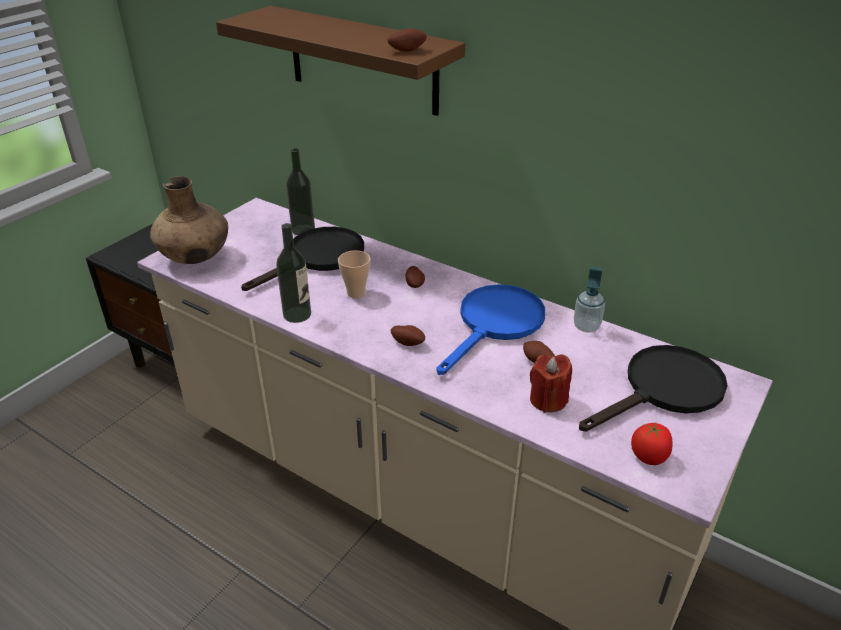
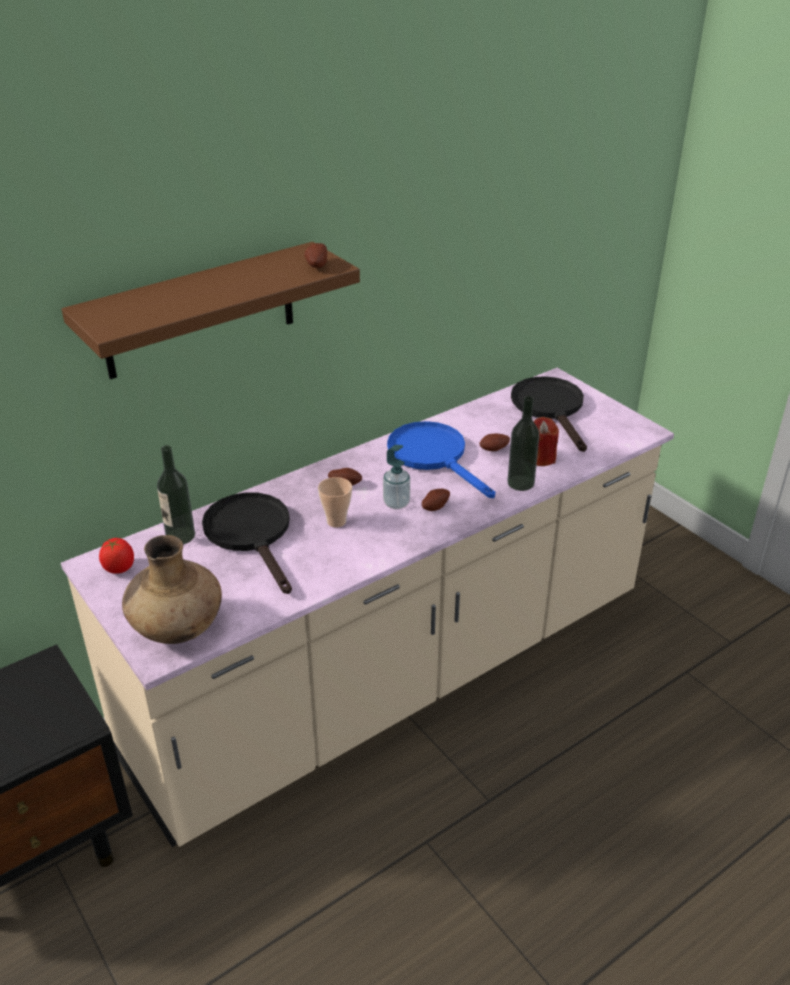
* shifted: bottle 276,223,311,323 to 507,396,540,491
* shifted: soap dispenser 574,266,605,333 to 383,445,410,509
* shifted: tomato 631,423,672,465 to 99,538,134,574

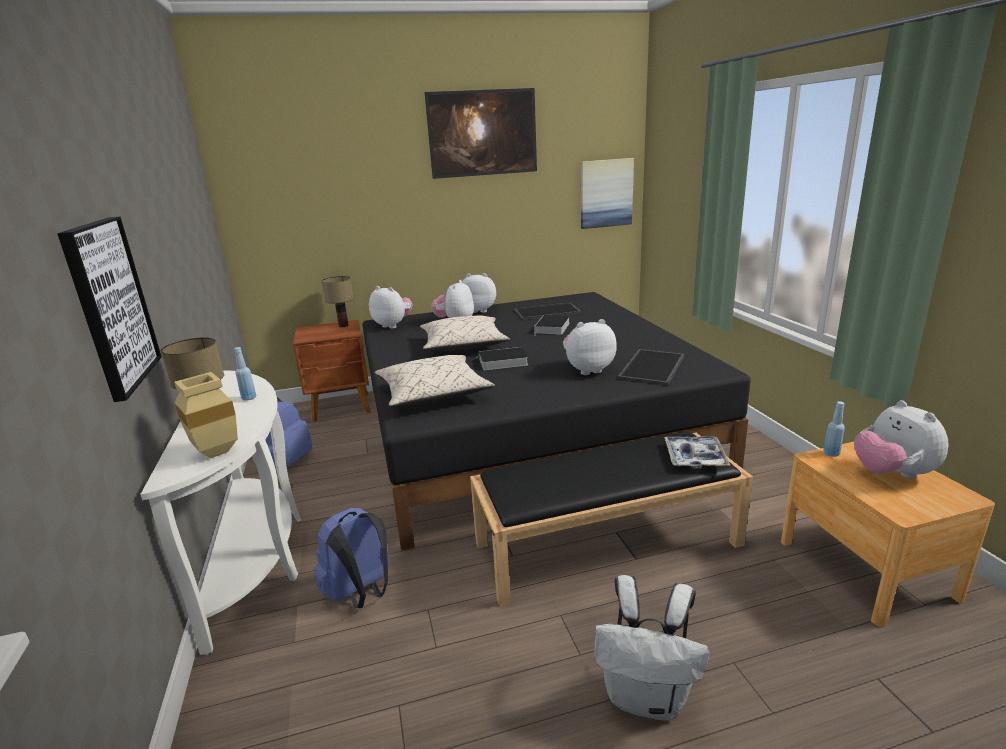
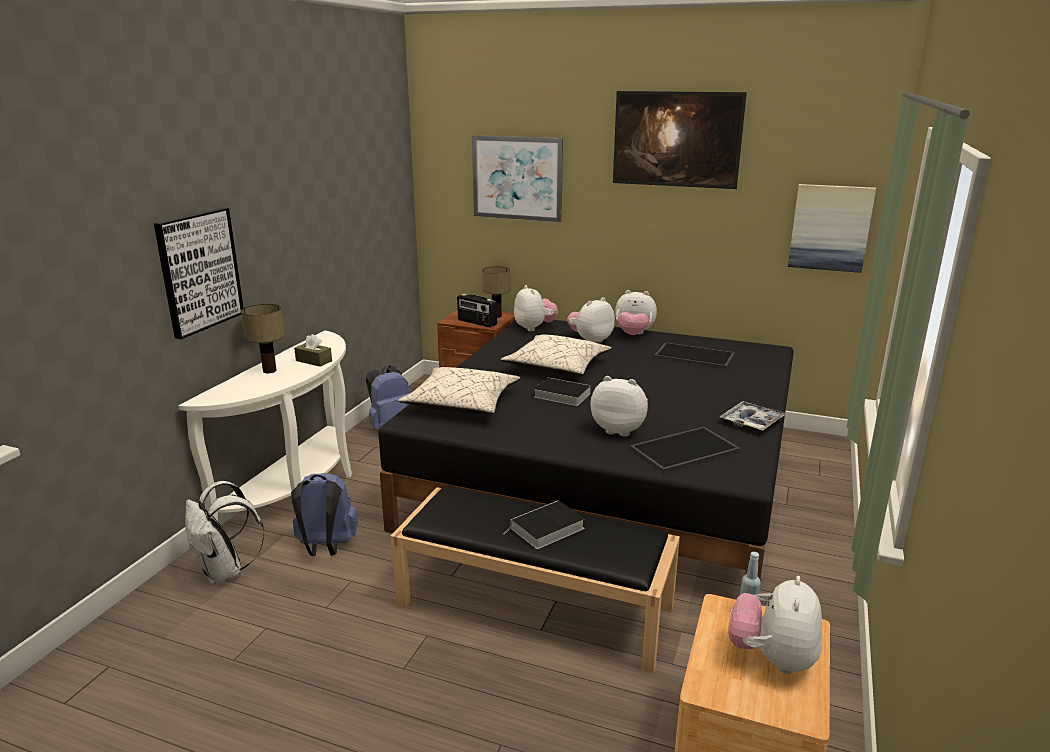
* gone: beige vase 174,372,238,458
* new: radio 457,294,497,328
* new: picture 472,135,563,222
* shifted: book 534,315,570,335 to 503,500,585,549
* shifted: white backpack 594,575,709,721 to 185,481,265,585
* shifted: tray 664,436,730,469 to 720,401,786,431
* swapped: blue bottle 234,347,256,401 to brown tissue box 294,334,332,367
* rotated: plush toy 462,273,496,313 = 615,290,657,335 150 degrees clockwise

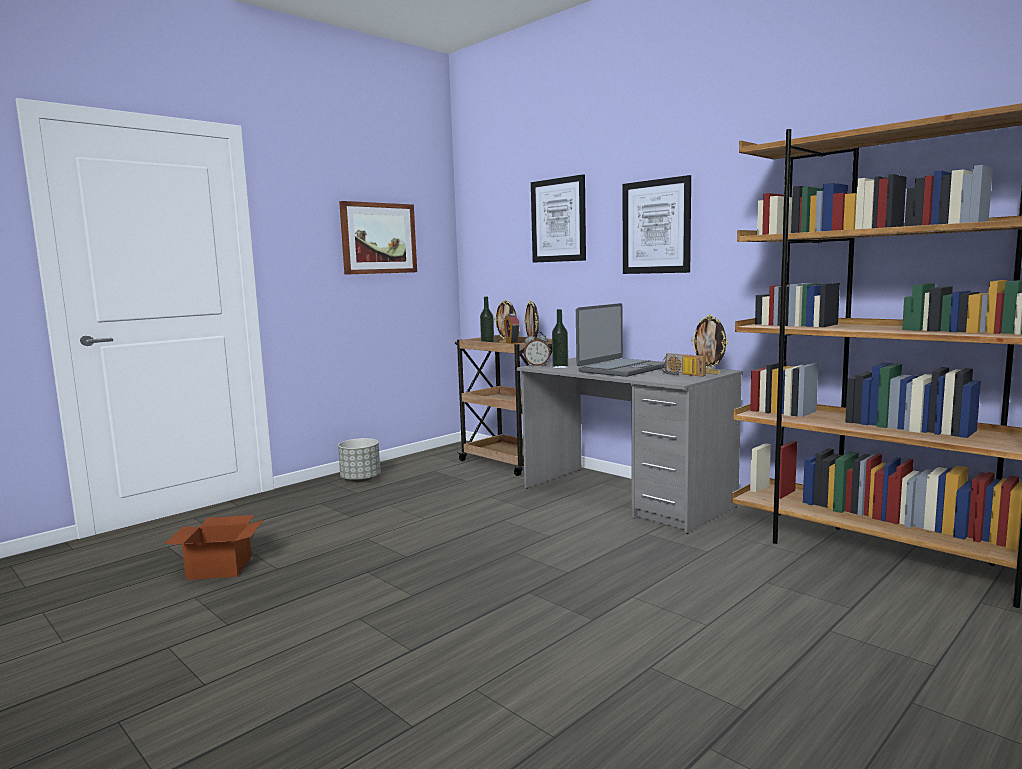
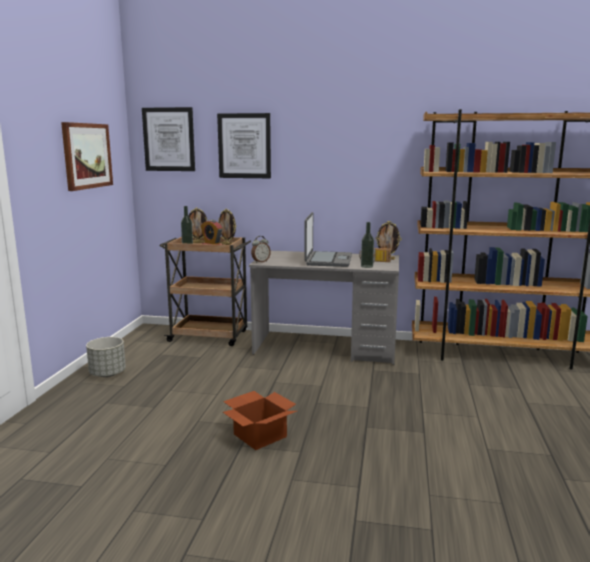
* shifted: cardboard box 165,515,263,580 to 223,391,297,450
* shifted: bottle 552,309,568,368 to 361,222,374,268
* shifted: picture 622,175,691,274 to 142,107,195,171

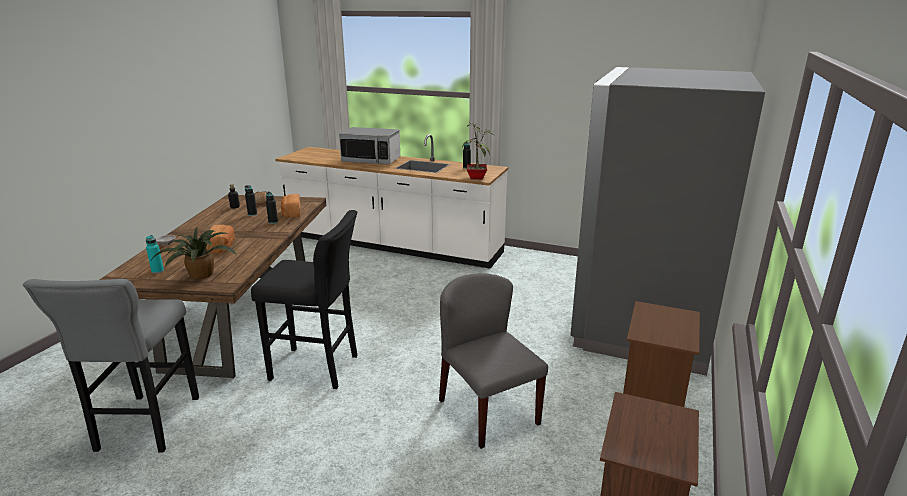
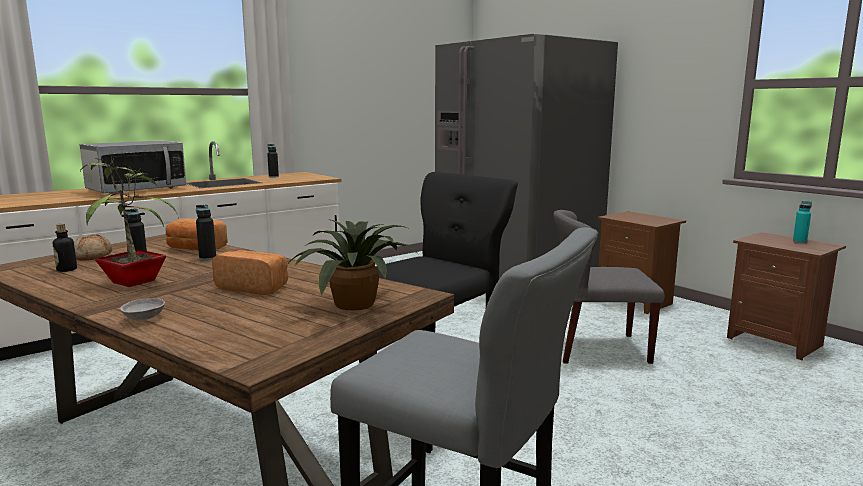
* shifted: turquoise bottle 146,235,164,274 to 793,201,812,243
* shifted: potted plant 462,123,495,179 to 80,156,179,287

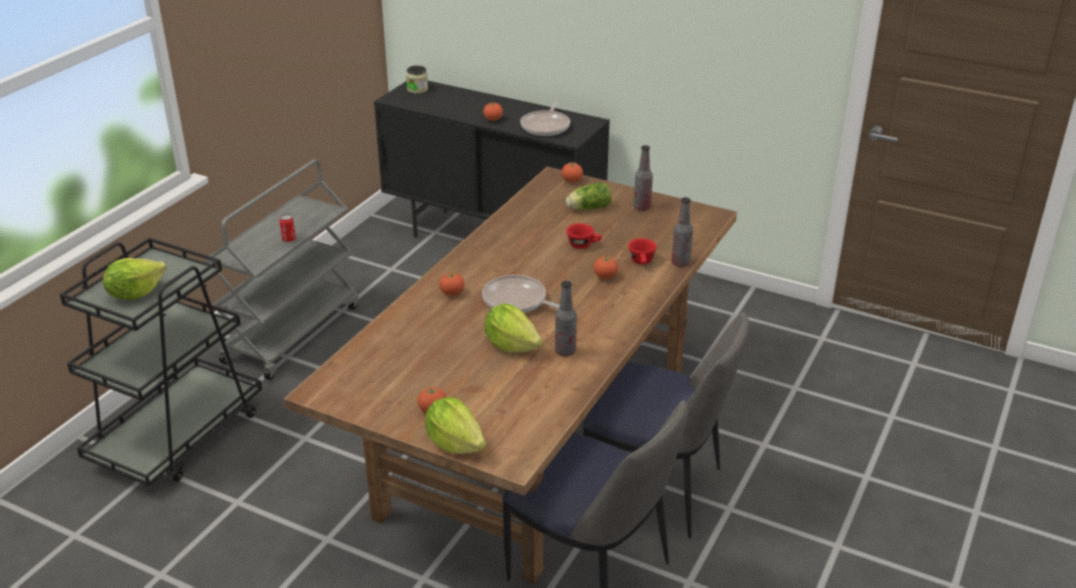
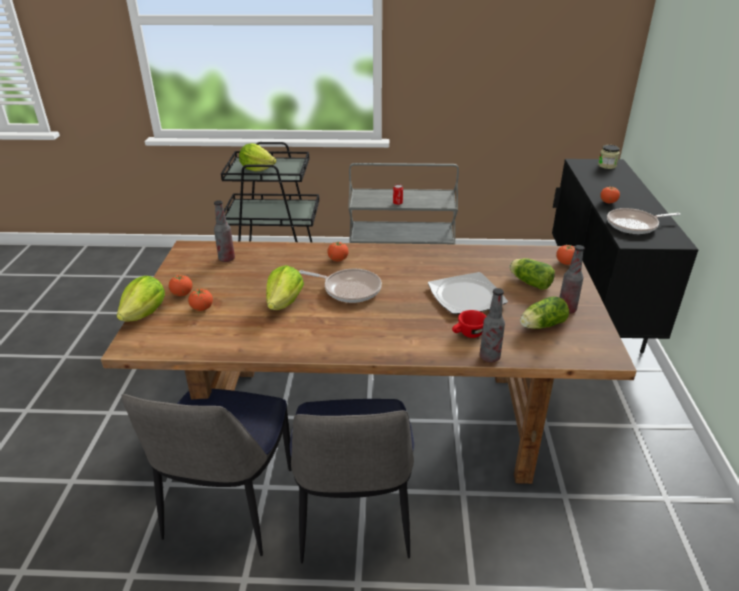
* new: lettuce 520,296,569,329
* shifted: bottle 555,281,577,356 to 214,200,235,262
* shifted: tomato 594,255,618,279 to 188,289,213,311
* swapped: red cup 567,223,602,249 to plate 428,272,508,314
* rotated: frying pan 482,275,560,313 = 299,269,382,303 105 degrees clockwise

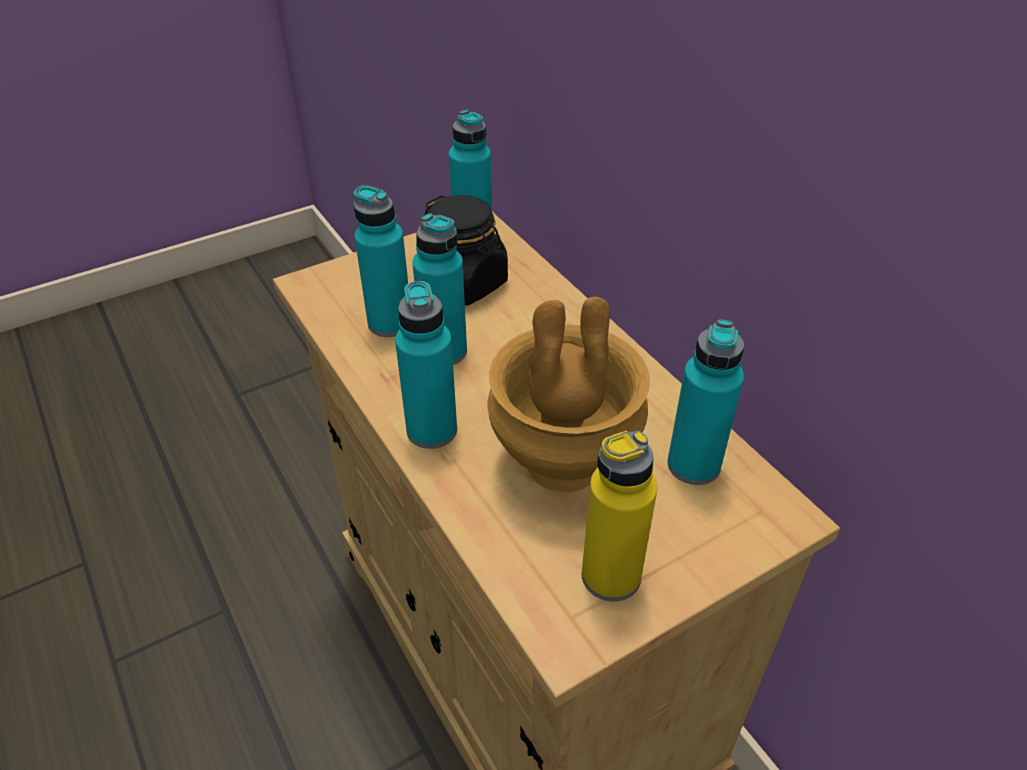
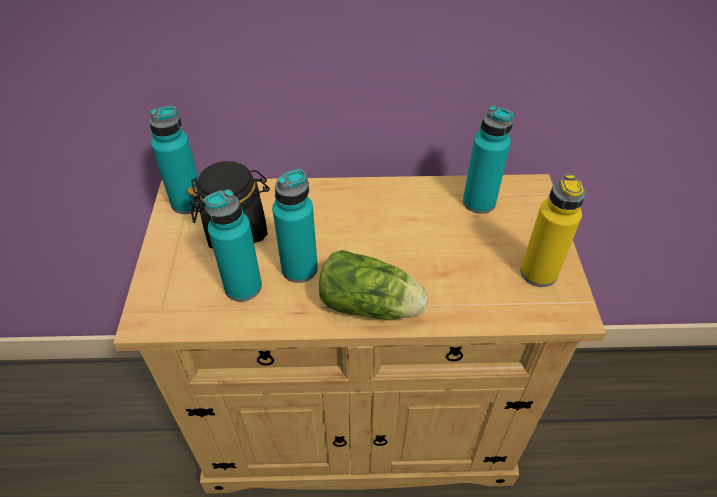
* gone: brown vase 487,296,650,492
* swapped: turquoise bottle 395,281,457,449 to lettuce 319,250,428,320

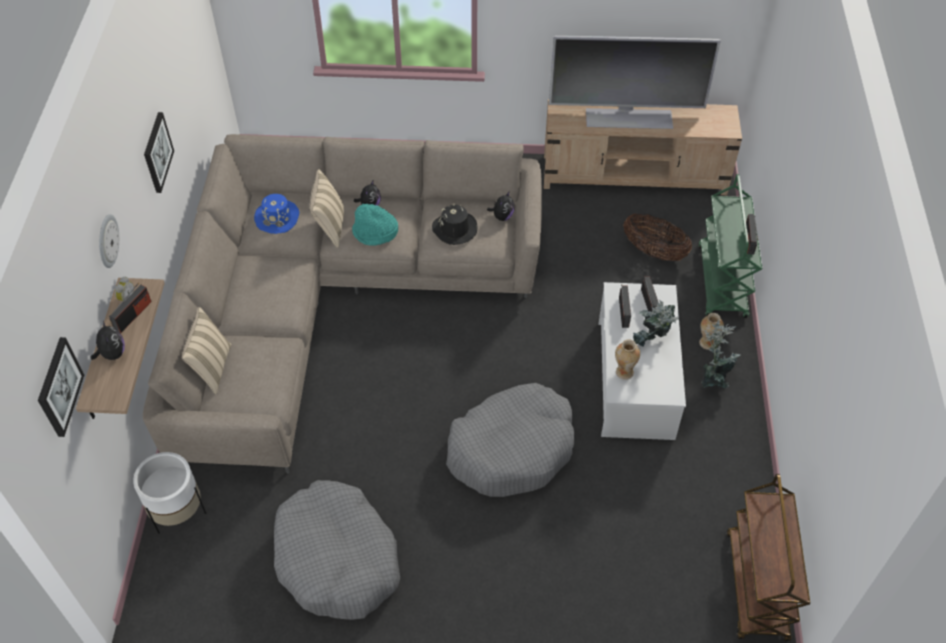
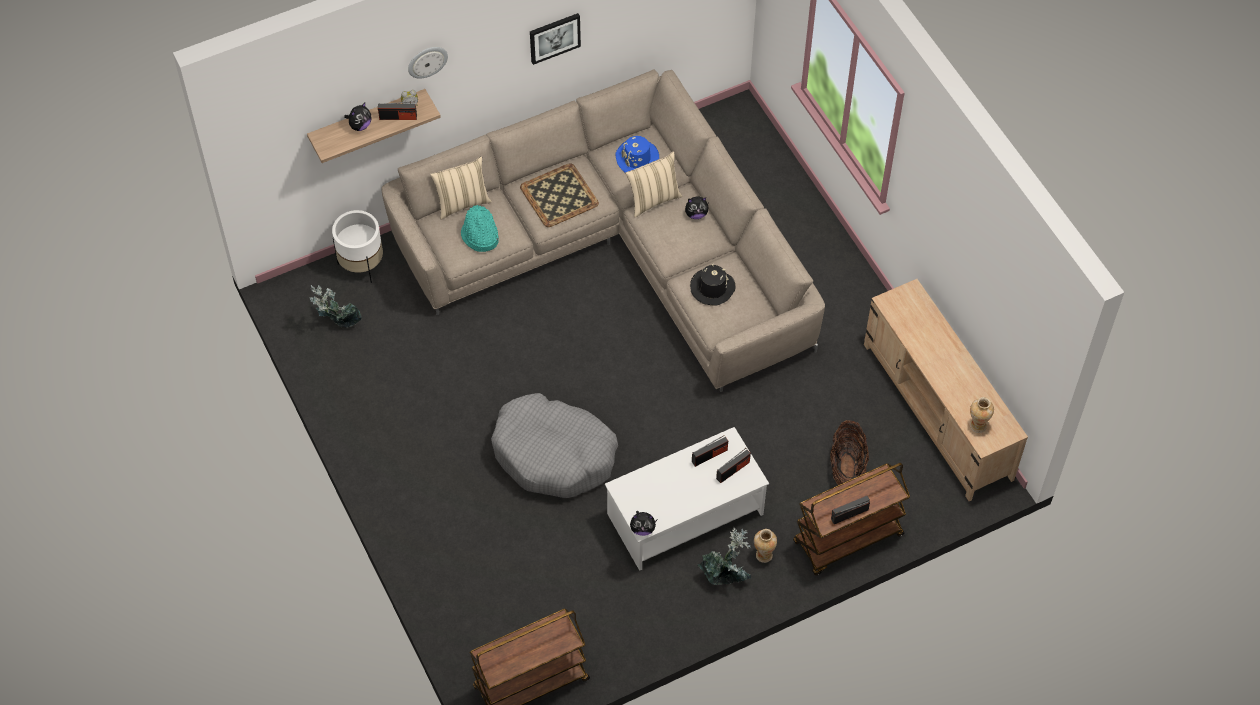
* gone: picture 38,337,84,437
* gone: grey dog bed 274,480,400,620
* gone: television 549,35,721,129
* new: tray 520,163,599,227
* shifted: turquoise hat 352,203,398,246 to 461,205,499,252
* shifted: plush toy 487,192,514,221 to 630,511,658,536
* shifted: vase 615,340,640,380 to 970,397,994,433
* shifted: potted plant 633,300,679,347 to 309,285,362,328
* repainted: green cart 698,174,762,318 to brown cart 793,463,910,576

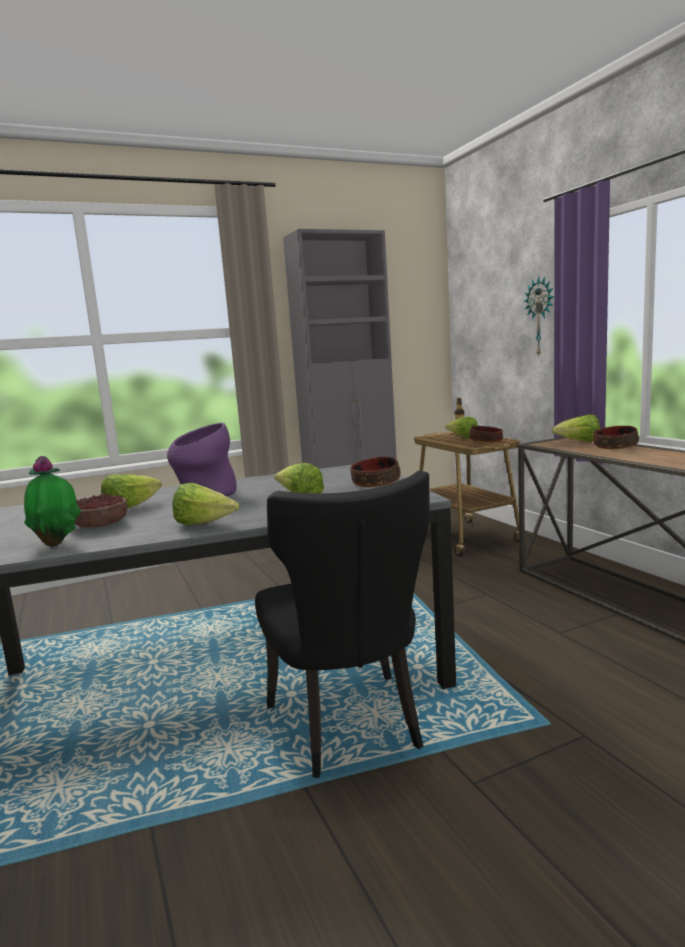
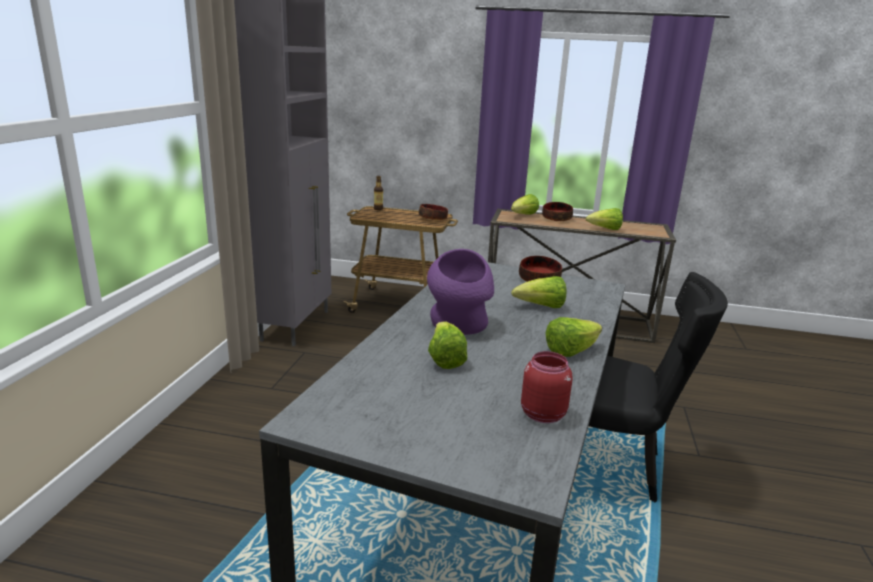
* gone: bowl 74,494,127,528
* gone: wall clock 524,276,554,357
* shifted: lettuce 445,417,478,439 to 586,208,623,230
* swapped: potted plant 24,456,81,547 to red jar 521,351,572,423

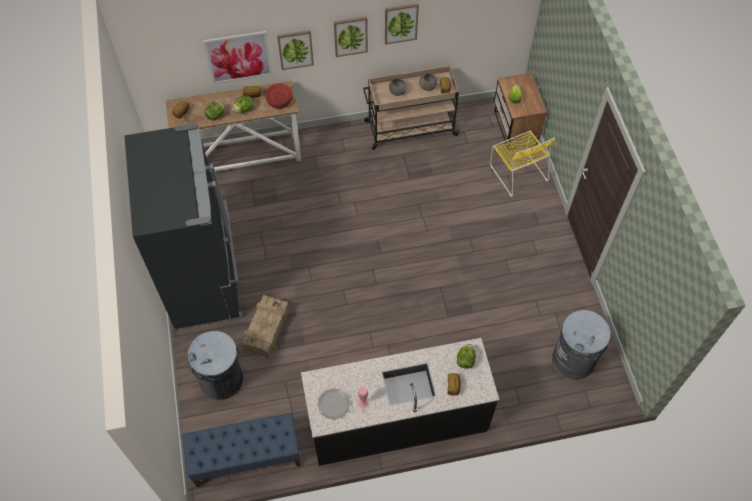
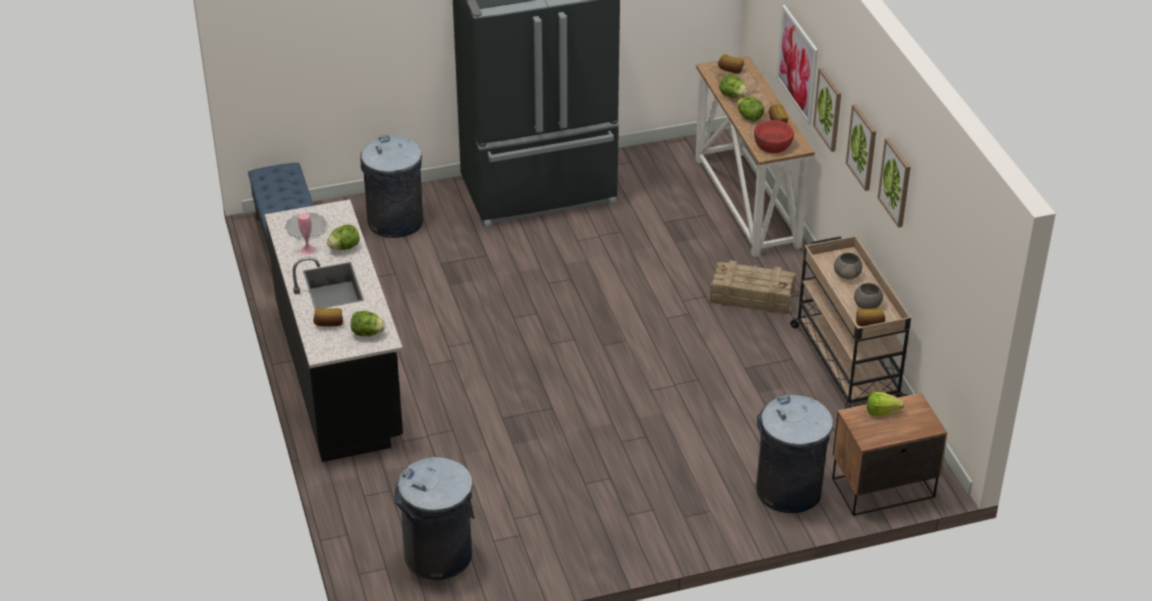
* new: lettuce 327,225,360,250
* shifted: crate 242,295,290,359 to 710,260,796,315
* swapped: yellow chair 490,131,556,197 to grey trash can 756,395,833,513

